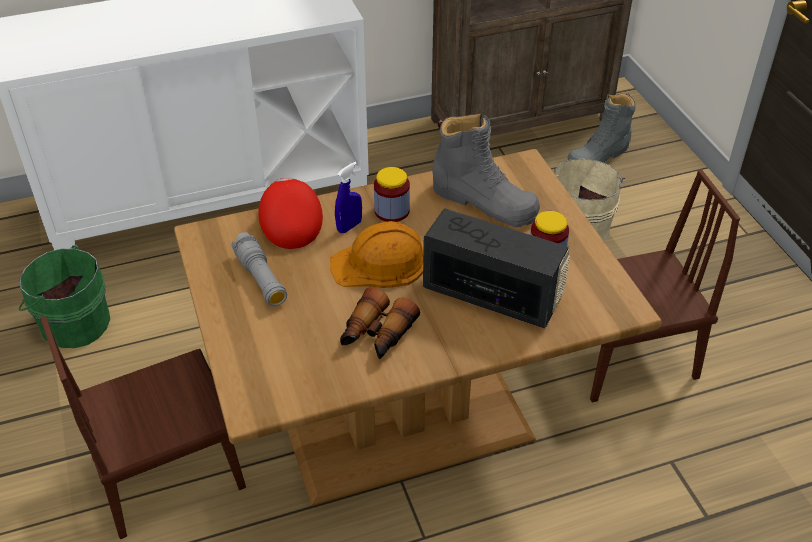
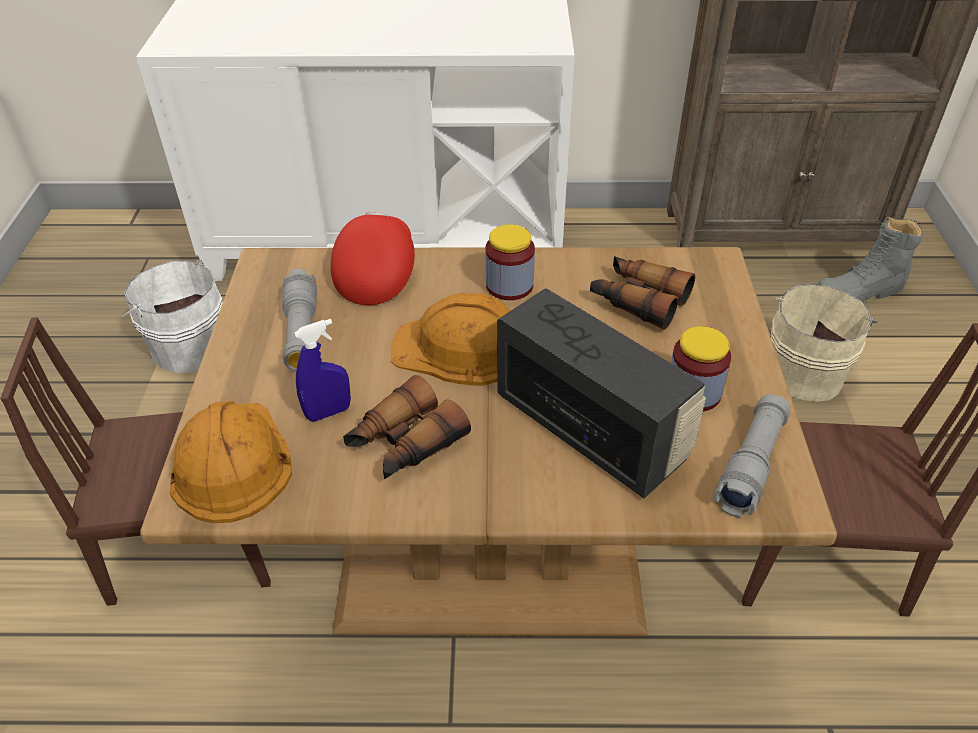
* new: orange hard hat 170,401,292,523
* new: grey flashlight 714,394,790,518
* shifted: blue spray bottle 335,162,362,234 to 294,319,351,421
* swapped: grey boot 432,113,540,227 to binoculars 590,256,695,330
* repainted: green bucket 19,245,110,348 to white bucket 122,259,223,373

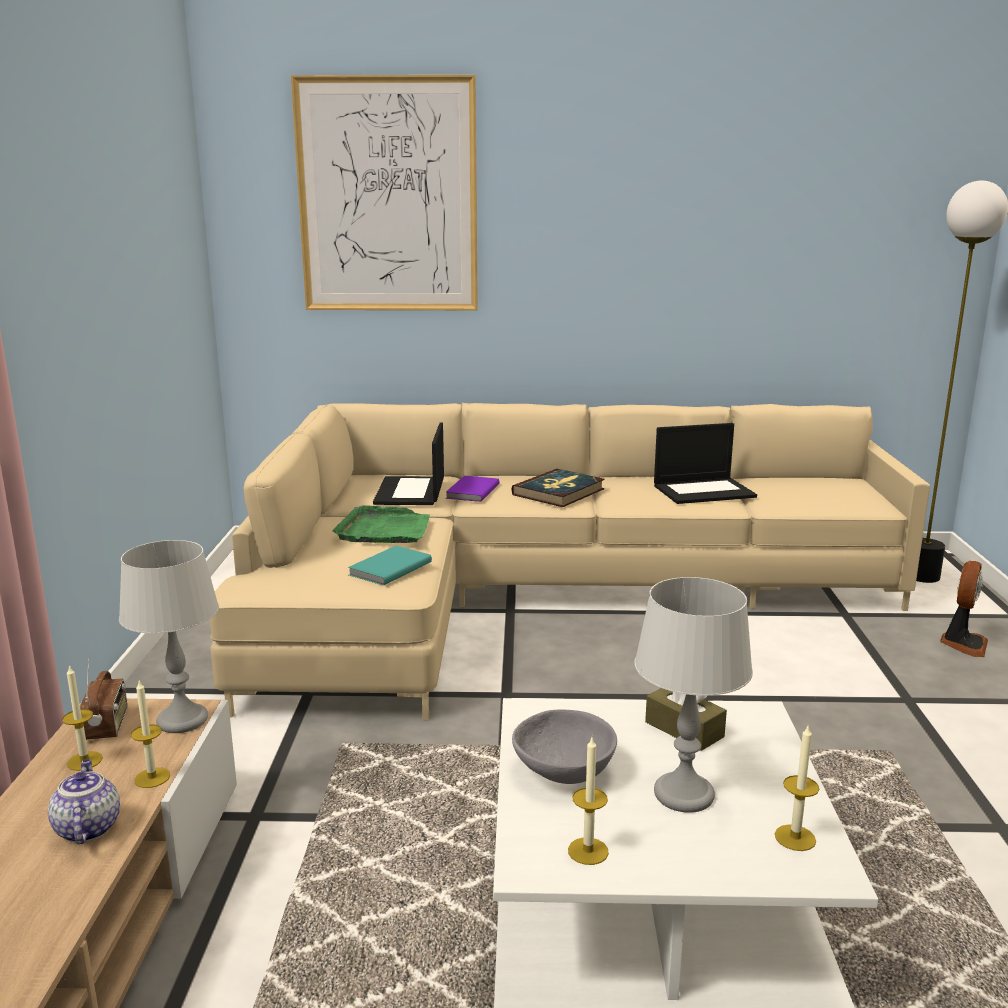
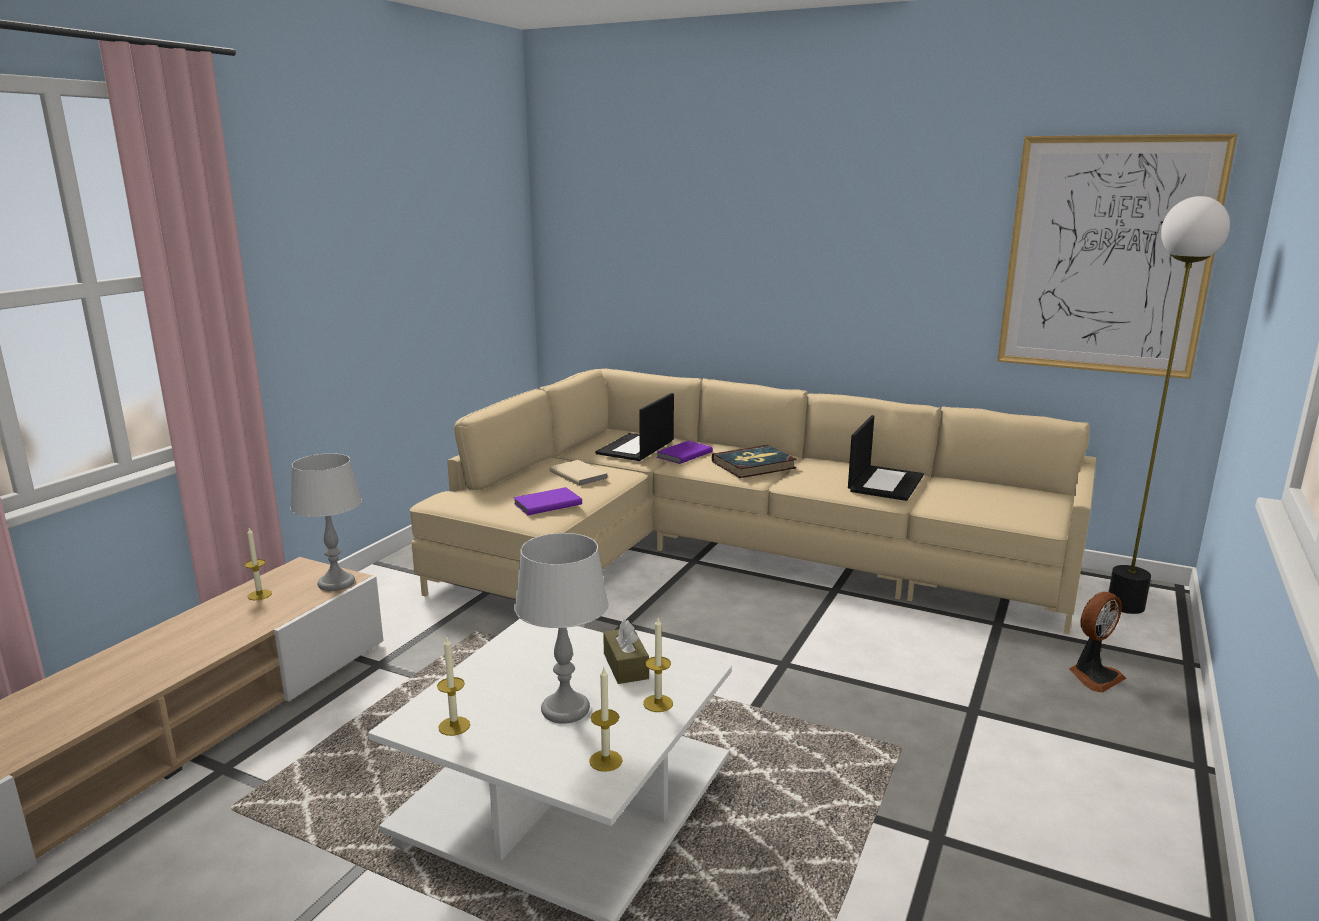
* gone: teapot 48,759,120,844
* gone: radio 80,658,128,740
* gone: grey bowl 512,710,617,784
* shifted: candle 131,681,170,788 to 643,618,673,712
* shifted: picture 291,75,478,310 to 997,134,1238,379
* swapped: green tray 332,505,430,543 to beige book 549,460,608,486
* repainted: turquoise book 348,546,432,585 to purple book 513,487,582,515
* rotated: laptop 654,423,757,504 = 848,415,924,501 75 degrees counterclockwise

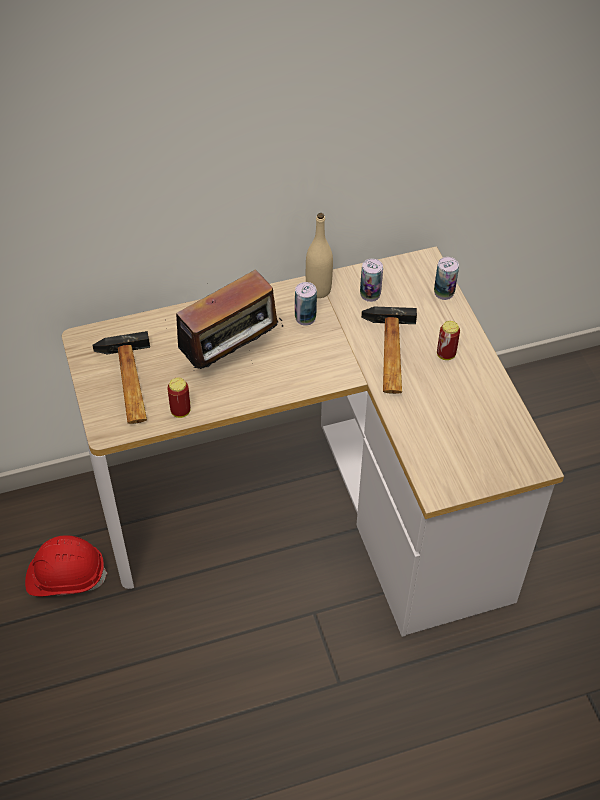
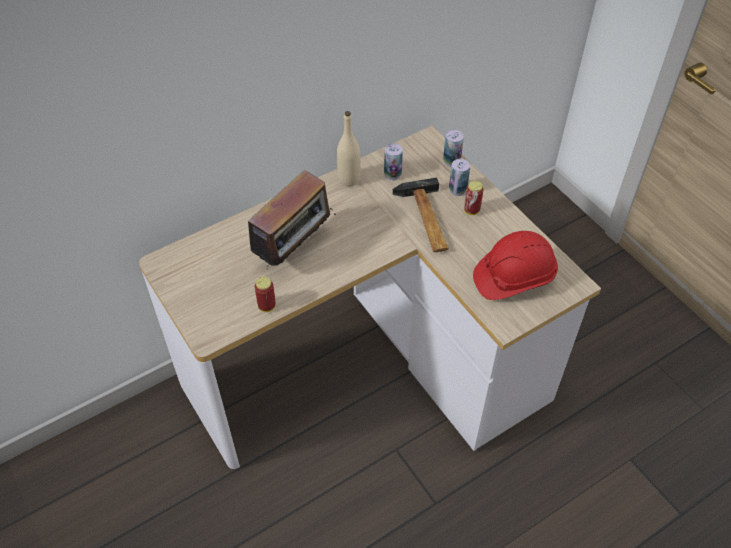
* gone: hammer 92,331,150,424
* shifted: red hard hat 25,535,107,596 to 473,231,558,300
* shifted: can 295,282,317,326 to 449,159,470,196

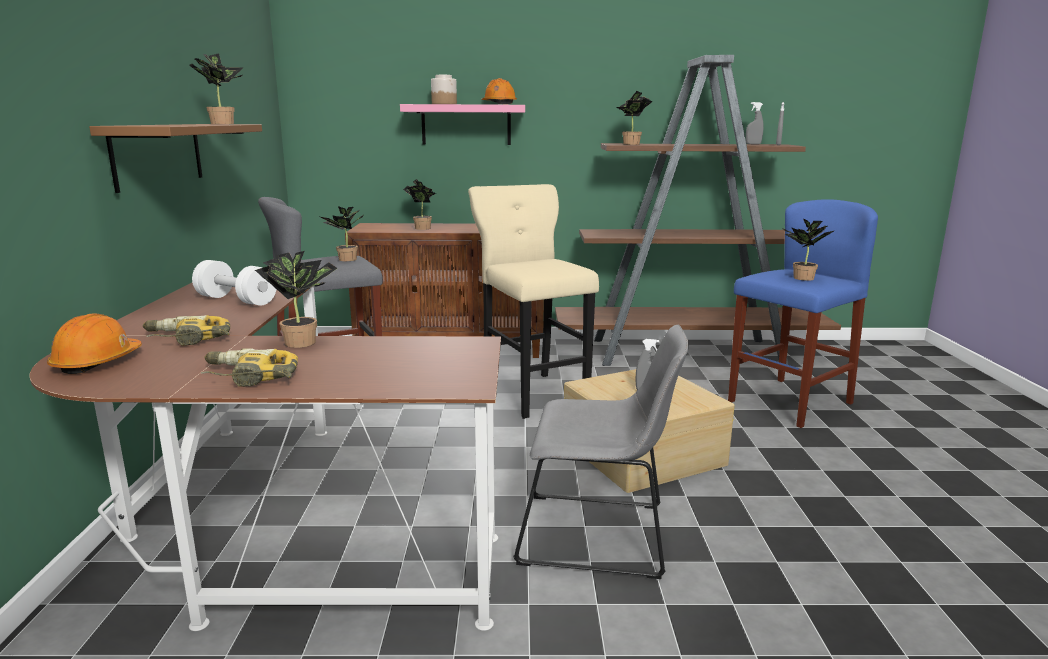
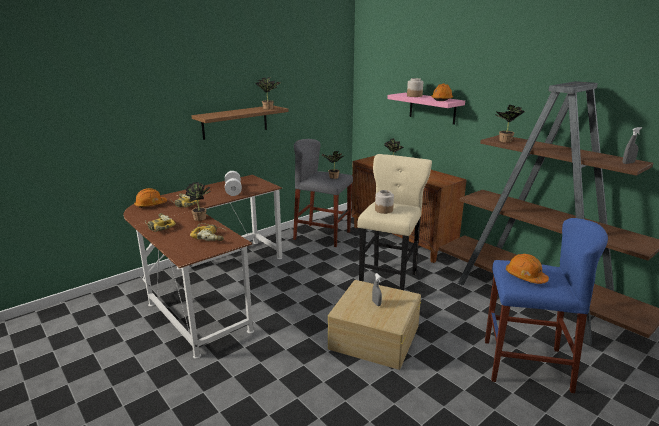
* gone: grey chair 513,325,689,579
* gone: grey spray bottle 746,102,764,144
* new: power drill 190,223,227,241
* new: jar 375,190,394,214
* swapped: potted plant 781,218,834,281 to orange hard hat 506,254,549,284

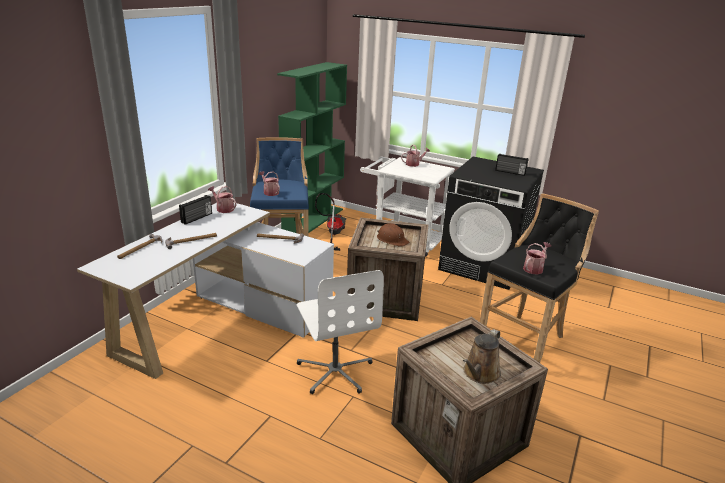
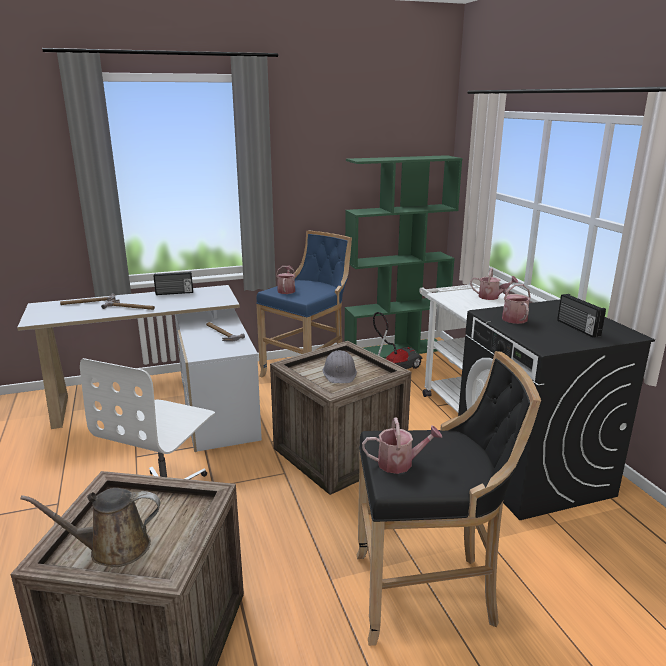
* shifted: watering can 208,186,236,213 to 500,283,531,324
* repainted: brown hard hat 377,223,410,247 to grey hard hat 323,350,357,383

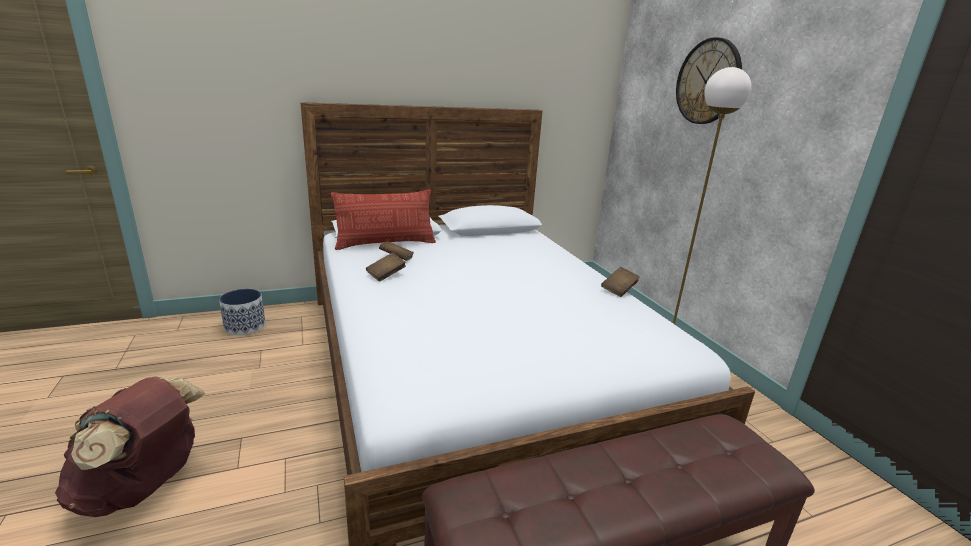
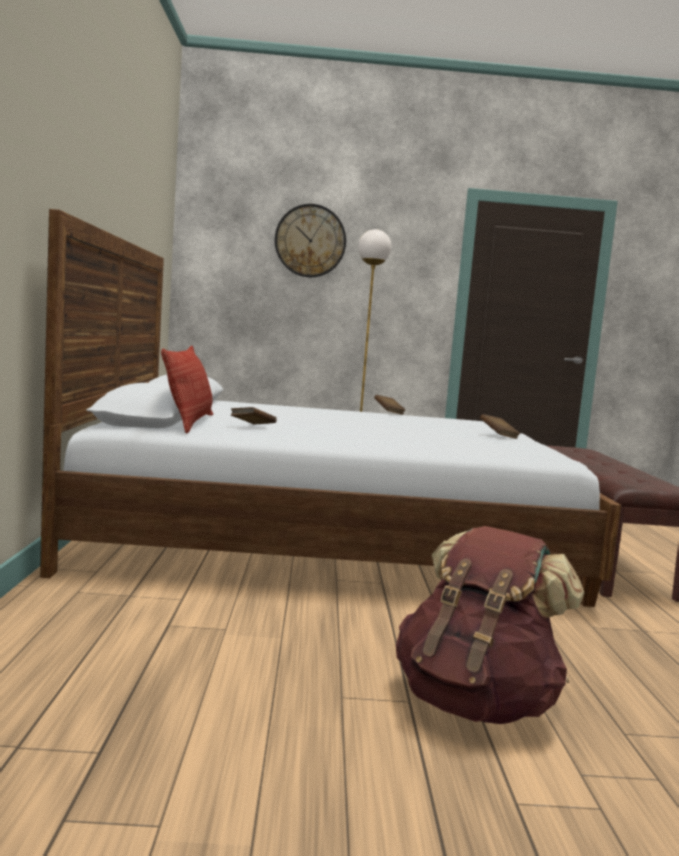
* gone: planter 219,289,265,336
* shifted: brown book 366,253,406,281 to 480,414,520,439

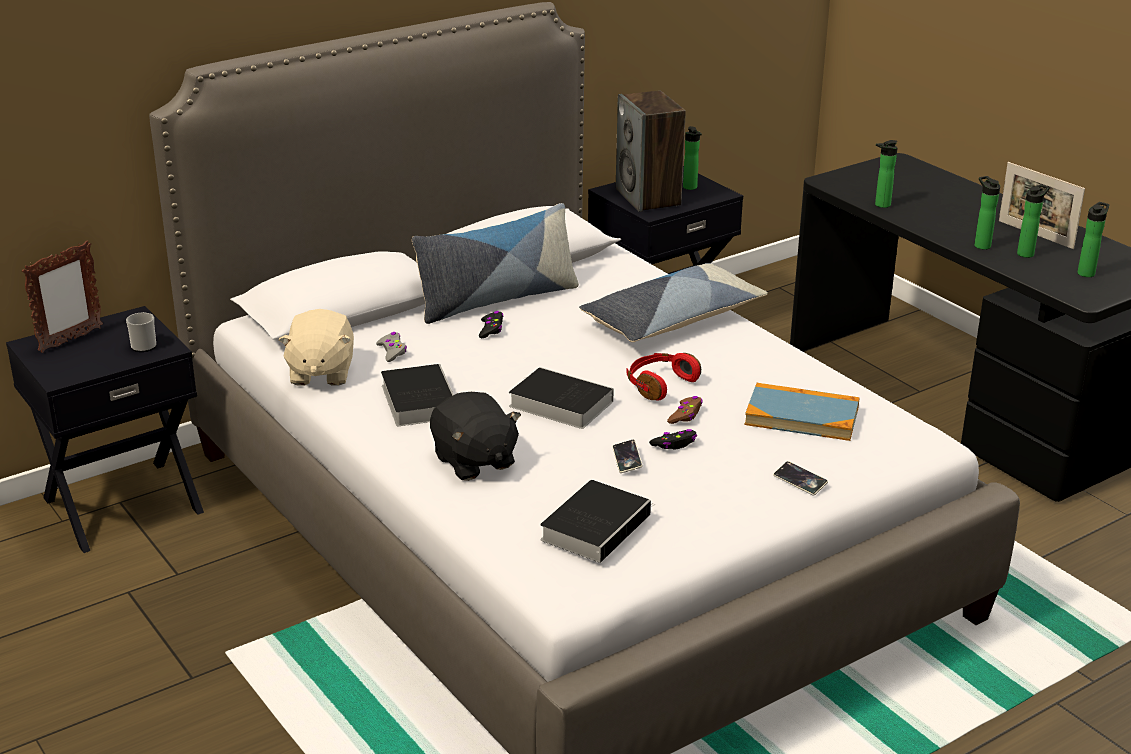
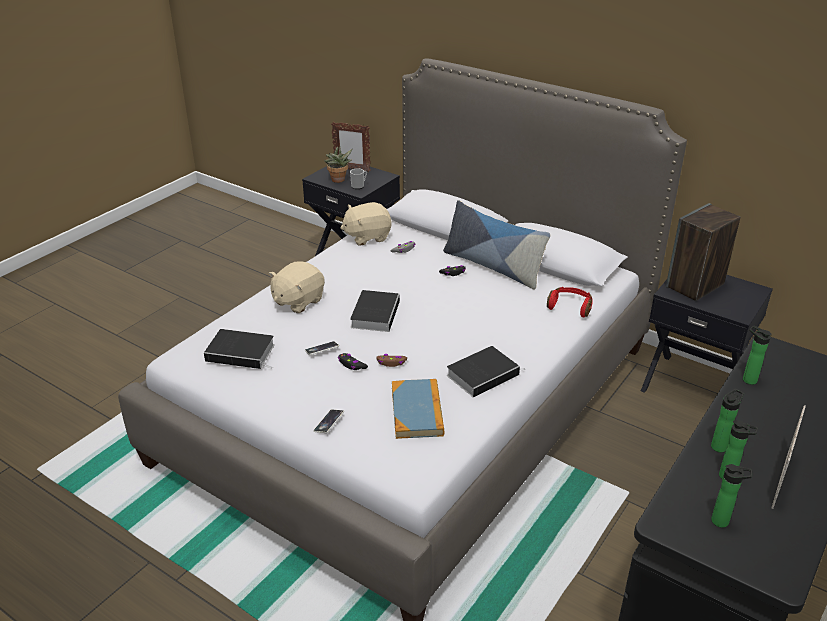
* gone: pillow 579,263,768,342
* gone: bottle 683,126,702,190
* new: potted plant 324,146,353,183
* shifted: book 381,364,454,426 to 447,346,525,397
* shifted: red headphones 627,353,701,400 to 547,287,592,317
* repainted: black plush toy 430,392,521,481 to beige plush toy 269,262,325,313

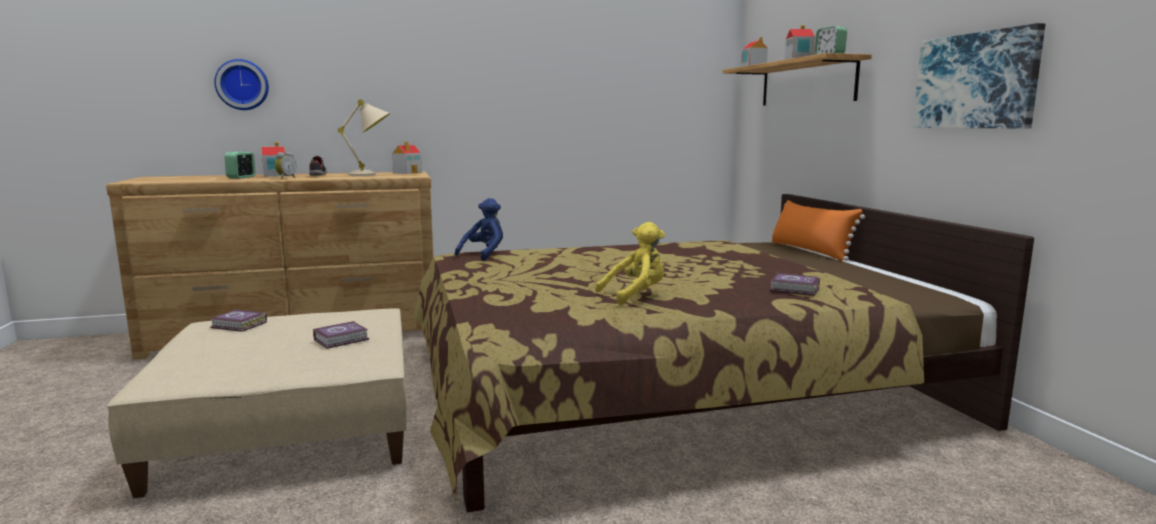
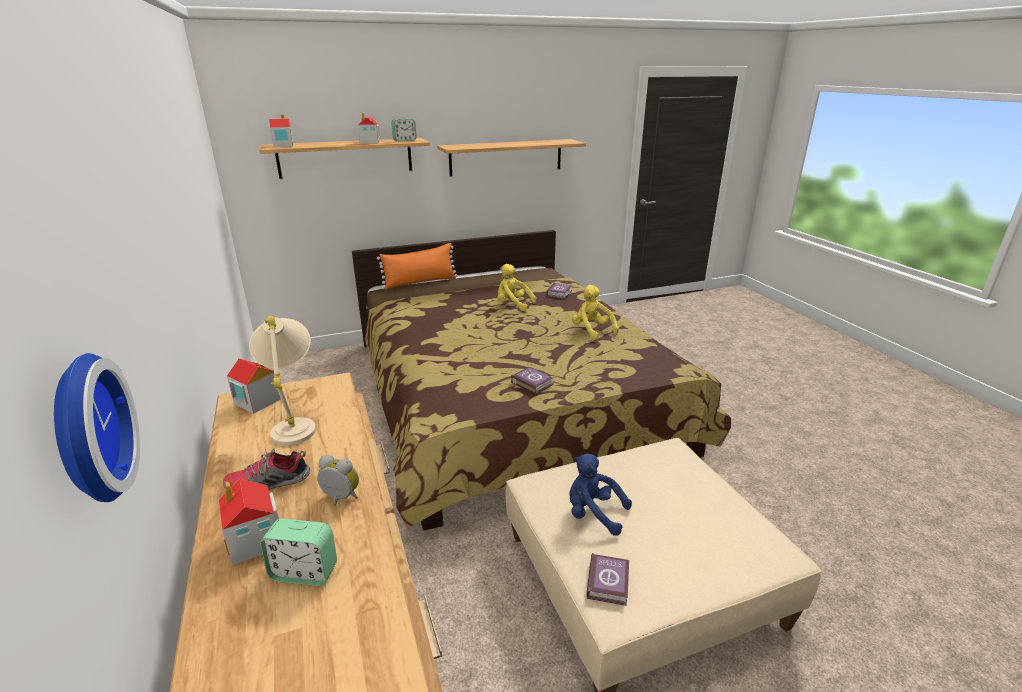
* new: yellow plush toy 497,264,537,311
* shifted: book 313,321,369,349 to 511,367,554,395
* shifted: blue plush toy 455,198,503,261 to 569,453,632,536
* swapped: picture 913,23,1045,128 to shelf 437,139,586,177

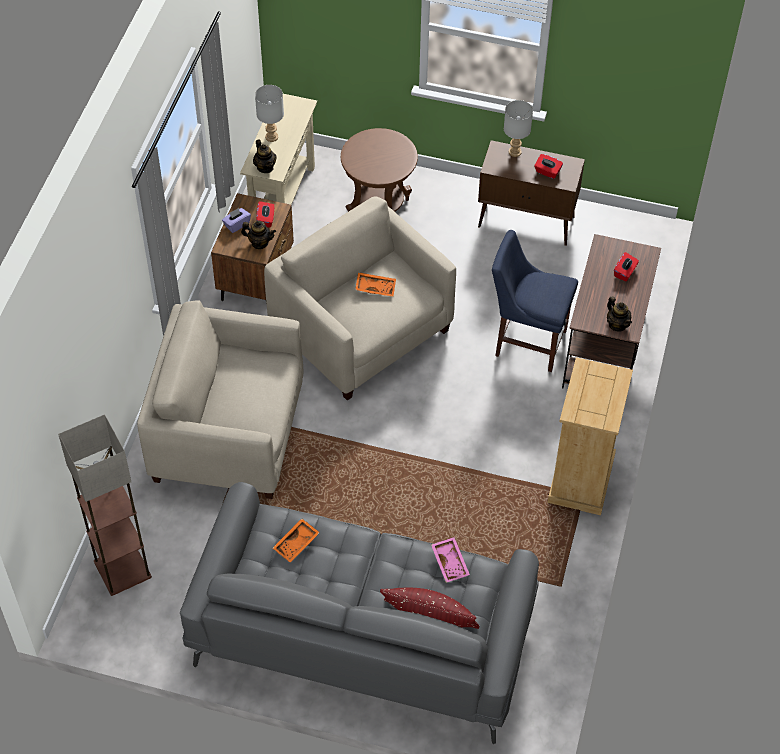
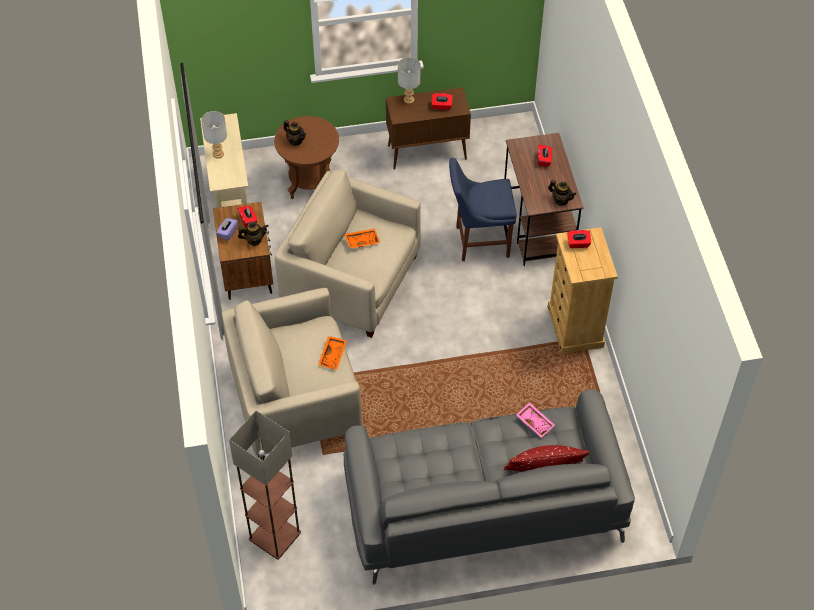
* new: red tissue box 567,230,591,248
* shifted: teapot 253,140,276,173 to 284,120,306,145
* shifted: orange tray 273,518,320,563 to 318,336,347,370

